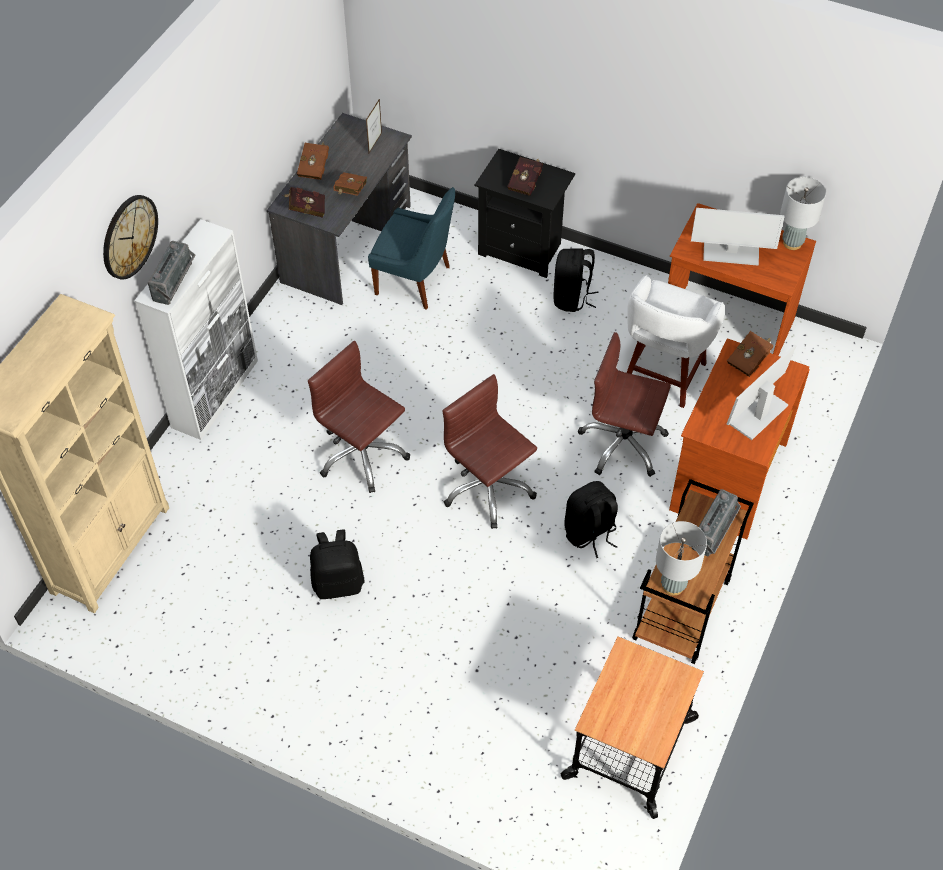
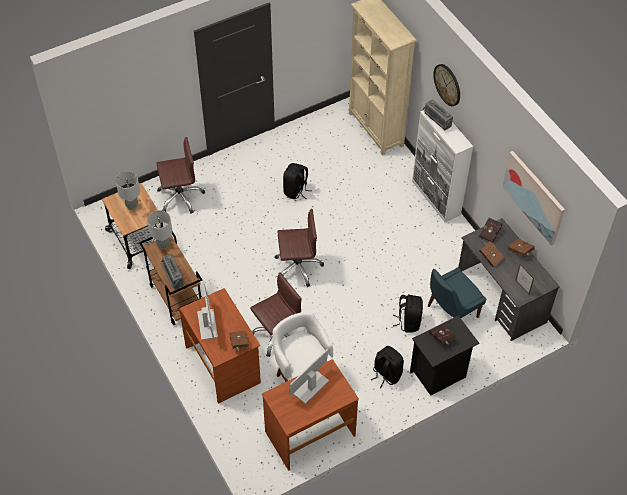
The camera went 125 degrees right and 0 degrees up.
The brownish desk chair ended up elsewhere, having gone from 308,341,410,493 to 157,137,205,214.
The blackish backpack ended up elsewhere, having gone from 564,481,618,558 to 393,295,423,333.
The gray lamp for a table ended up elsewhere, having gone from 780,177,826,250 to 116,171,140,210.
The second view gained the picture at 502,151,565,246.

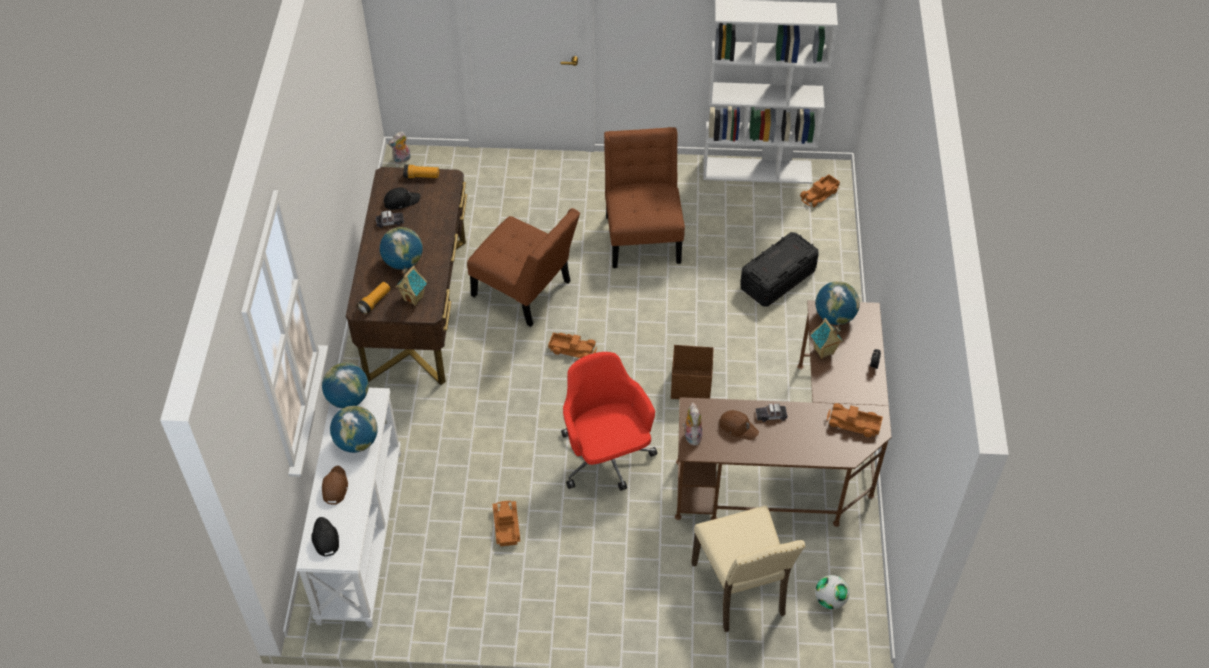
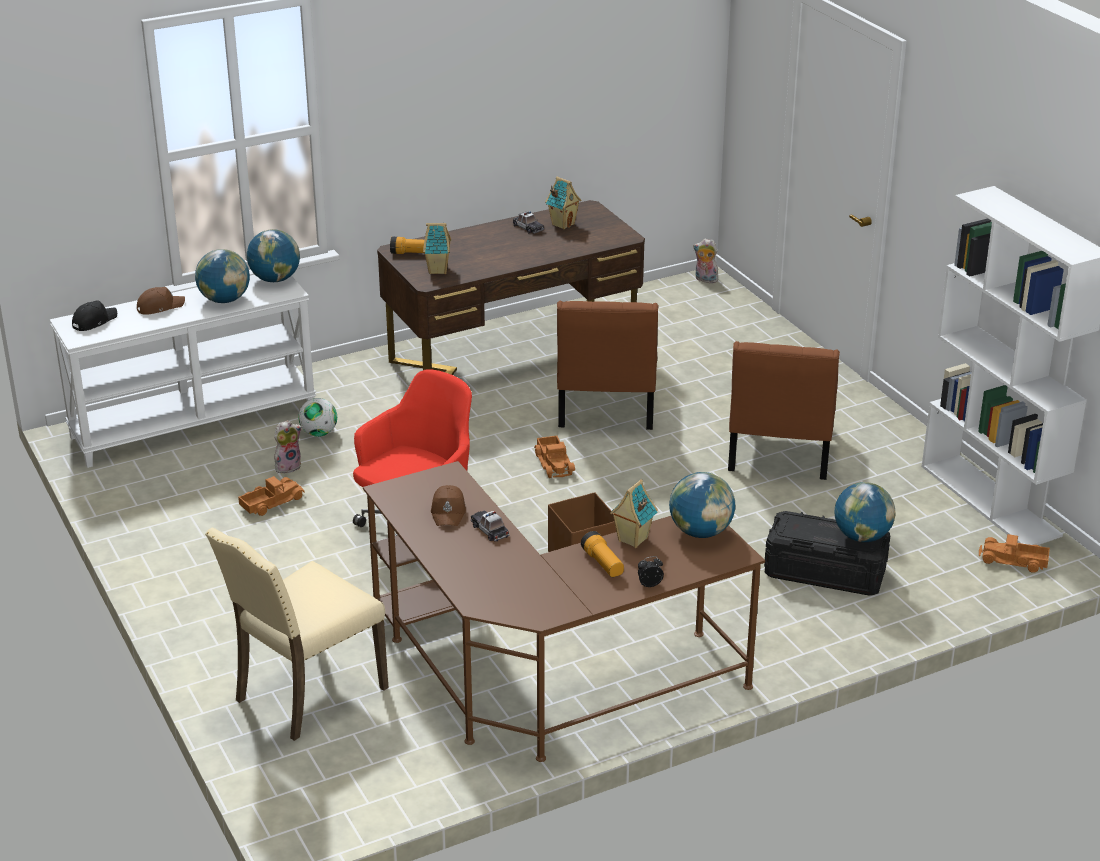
The camera went 60 degrees right and 20 degrees down.
The desk globe ended up elsewhere, having gone from 380,227,423,270 to 835,482,895,542.
Where the blackish peaked cap stood at 384,187,420,210, the toy house came to stand at 545,177,582,229.
The flashlight ended up elsewhere, having gone from 403,164,439,178 to 581,531,624,577.
The brownish plain chair at 604,127,685,268 ended up facing another way, 135 degrees clockwise from before.
The soft toy ended up elsewhere, having gone from 682,402,702,446 to 274,420,302,473.
The football ball ended up elsewhere, having gone from 815,575,849,609 to 299,398,337,437.
The second view lost the toy lorry at 827,403,883,437.

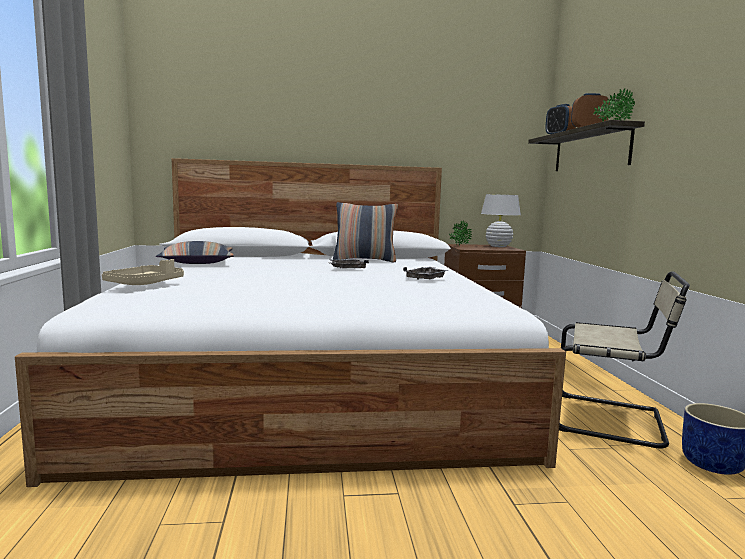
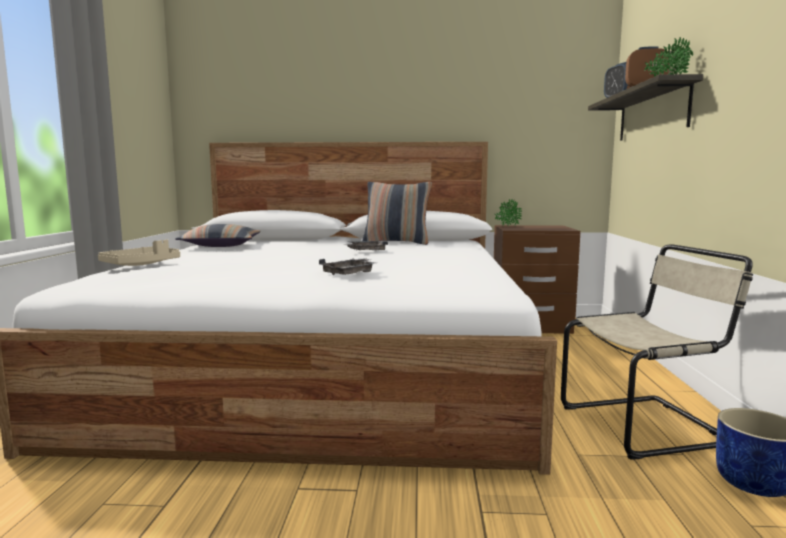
The camera went 10 degrees right and 0 degrees up.
The gray tray ended up elsewhere, having gone from 403,267,448,280 to 319,258,375,275.
The second view lost the white-coloured lamp for a table at 481,194,521,247.
The sand-coloured plain chair at 559,271,690,449 ended up facing another way, 45 degrees counterclockwise from before.

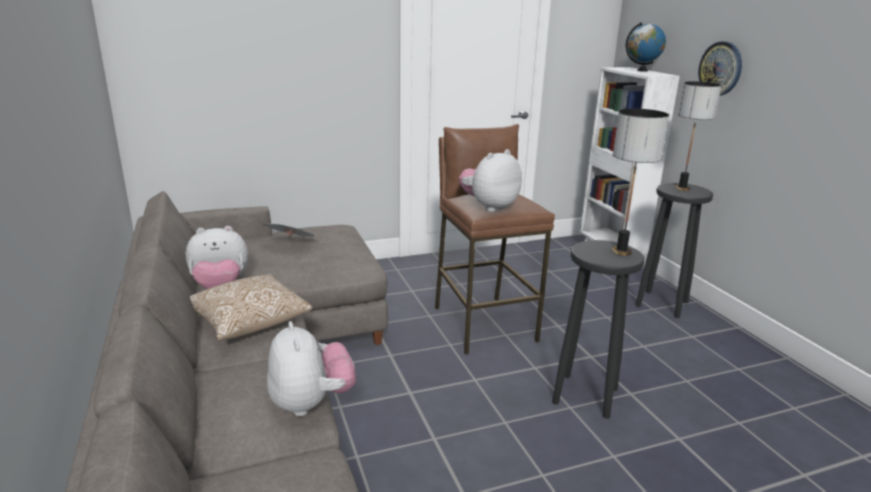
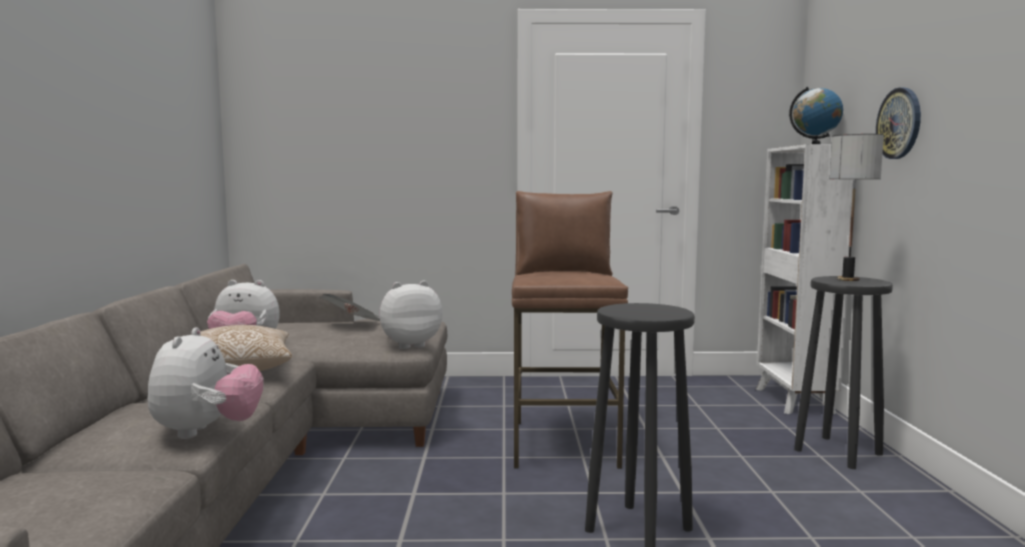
The camera went 20 degrees right and 15 degrees down.
The soft toy ended up elsewhere, having gone from 459,149,522,212 to 379,280,443,349.
The second view lost the lamp for a table at 612,109,669,256.

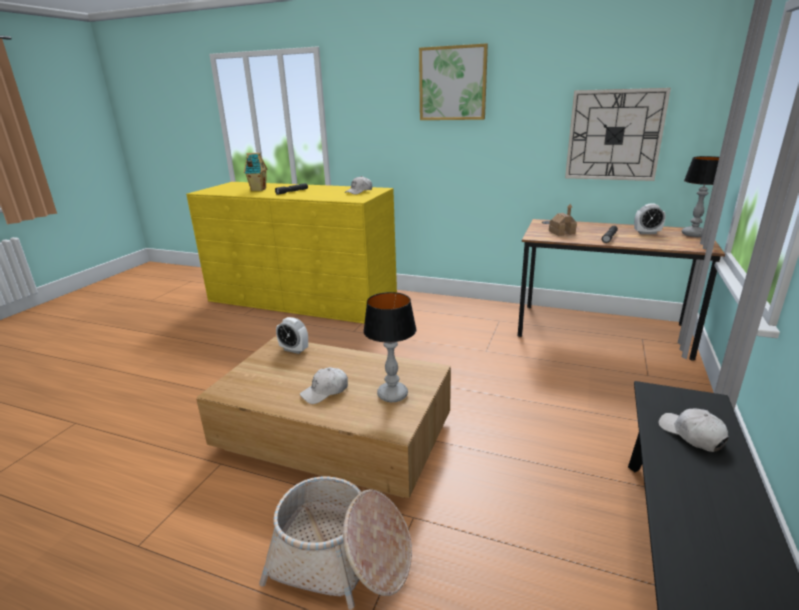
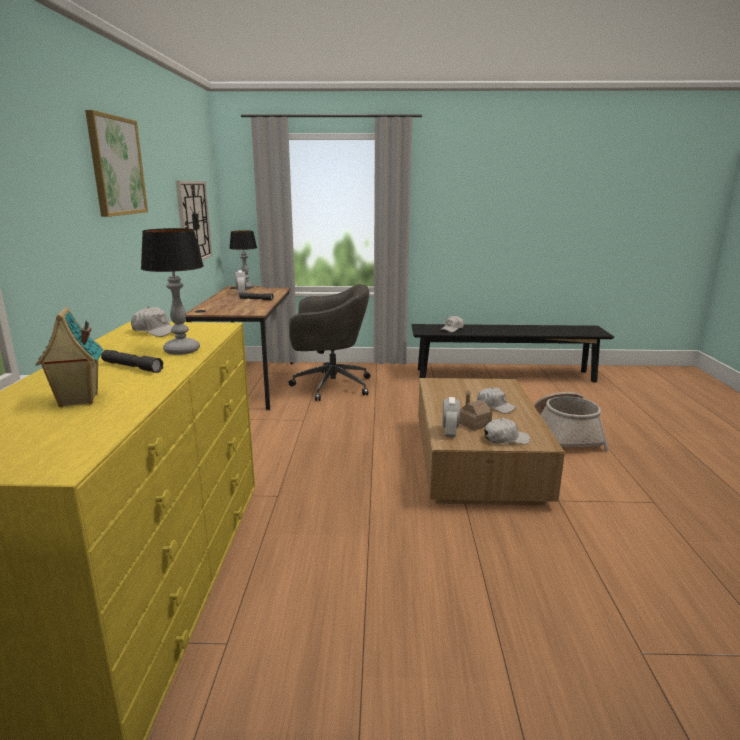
The camera went 110 degrees left and 5 degrees down.
The lamp for a table ended up elsewhere, having gone from 363,292,417,402 to 141,228,204,355.
The toy house ended up elsewhere, having gone from 549,204,577,236 to 459,389,492,431.
The second view gained the gray desk chair at 288,284,371,401.
The second view gained the white-coloured peaked cap at 484,418,530,444.

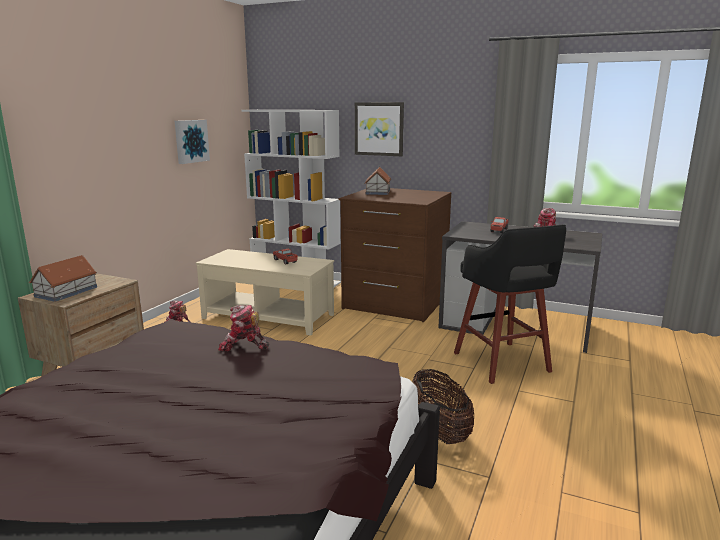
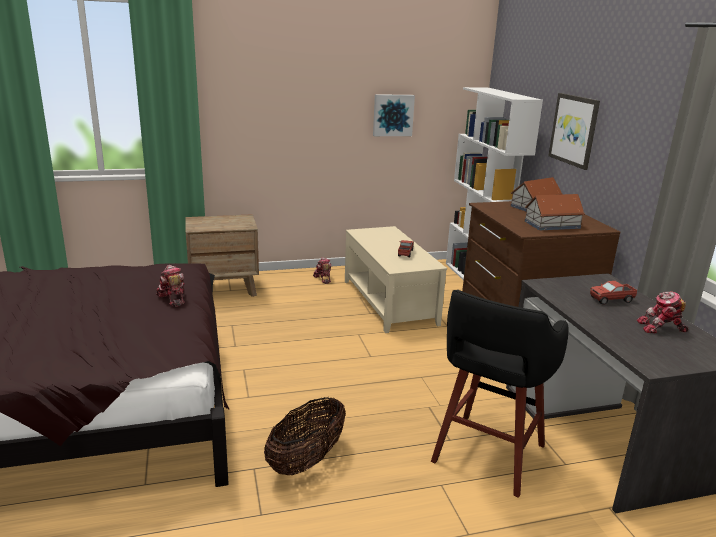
The camera went 50 degrees right and 5 degrees up.
The toy house ended up elsewhere, having gone from 29,255,97,302 to 525,194,585,230.

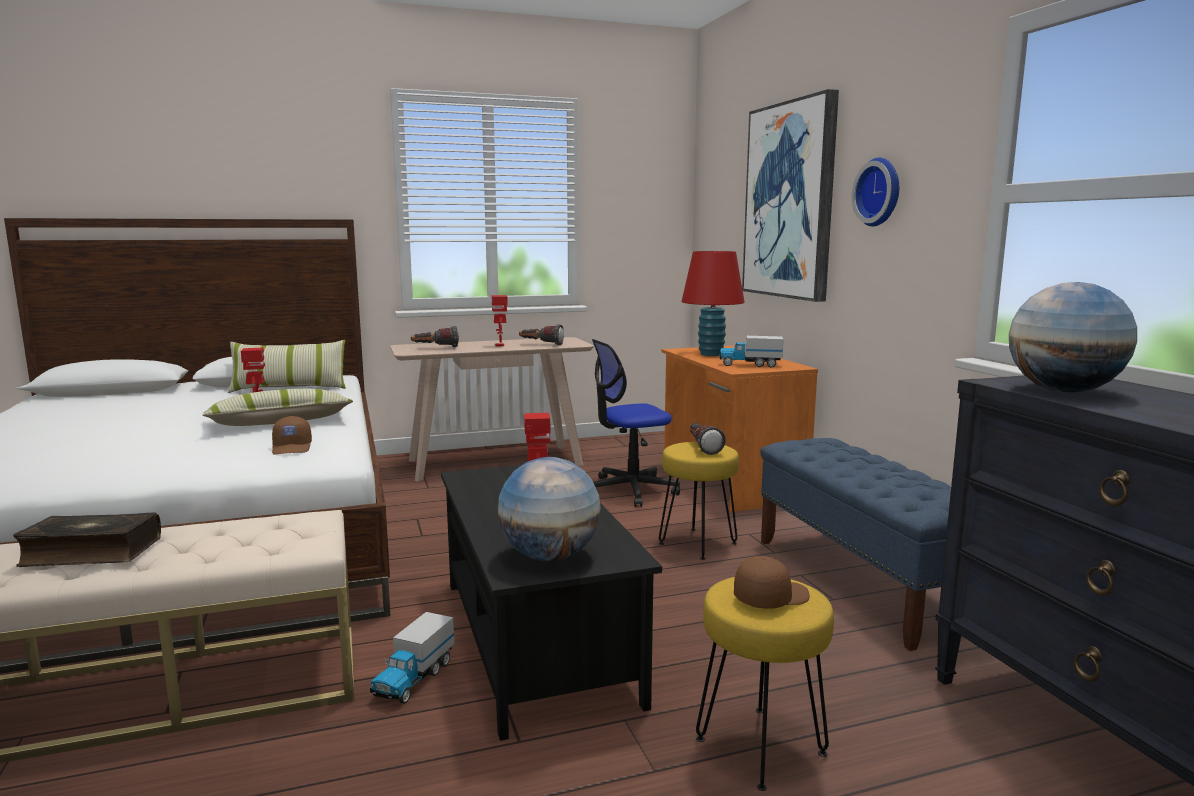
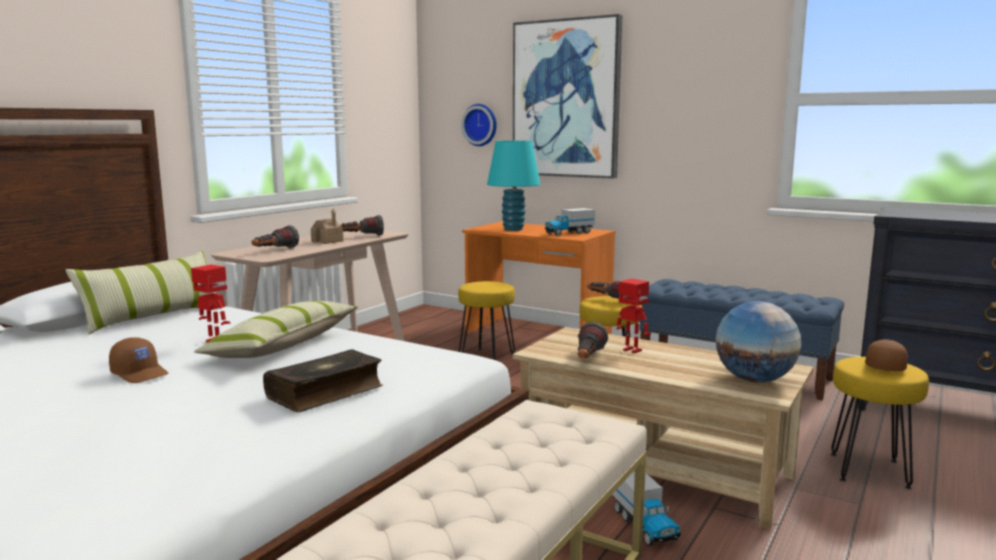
The camera went 40 degrees left and 0 degrees up.
The volume ended up elsewhere, having gone from 13,512,161,567 to 263,349,383,412.
The brownish peaked cap ended up elsewhere, having gone from 272,416,312,455 to 109,337,169,383.
What was the blackish low table at 441,465,662,741 turned into the sand-coloured low table at 513,327,814,530.
Where the toy robot stood at 491,295,508,347, the toy house came to stand at 311,208,344,244.
Where the desk chair stood at 592,339,680,507, the yellow stool seat came to stand at 458,281,515,360.
What was the red lamp for a table at 681,251,745,356 turned into the turquoise lamp for a table at 487,141,541,231.
The wall clock ended up elsewhere, having gone from 852,158,899,226 to 461,104,497,146.
The second view lost the desk globe at 1009,282,1137,393.
The second view gained the flashlight at 578,322,608,358.

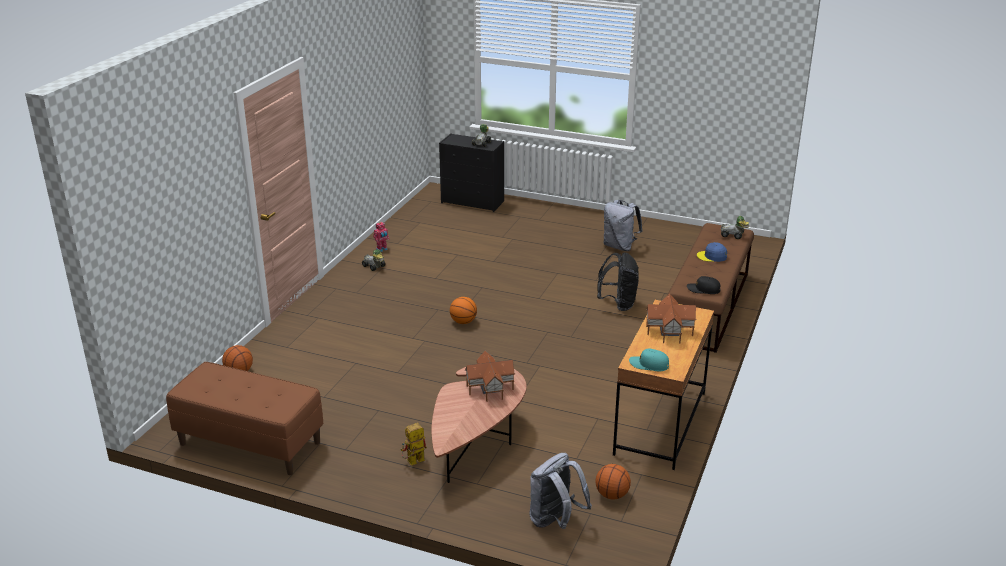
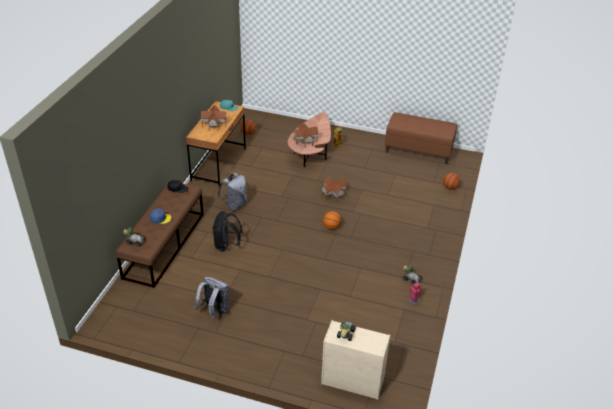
The camera went 175 degrees right and 10 degrees up.
What was the blackish dresser at 439,133,504,212 turned into the sand-coloured dresser at 321,320,390,400.
The gray backpack ended up elsewhere, having gone from 530,453,592,529 to 217,173,247,211.
The second view gained the toy house at 322,176,347,202.

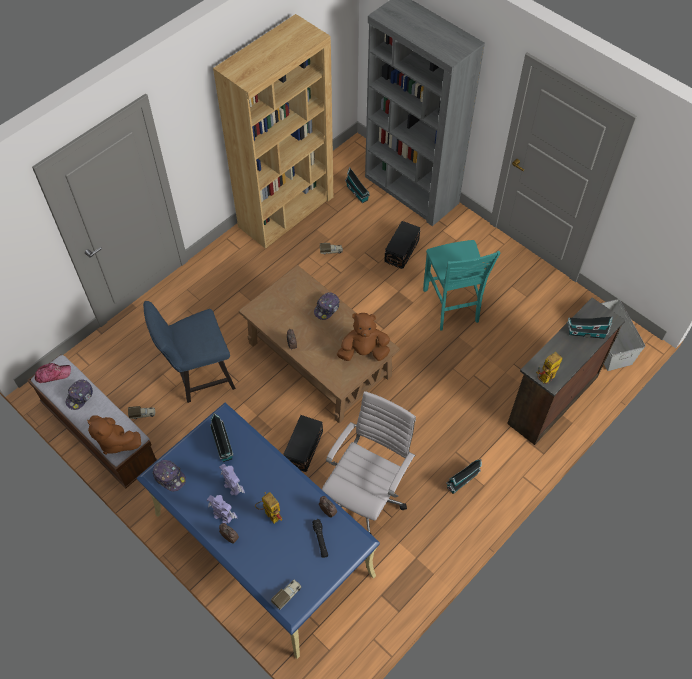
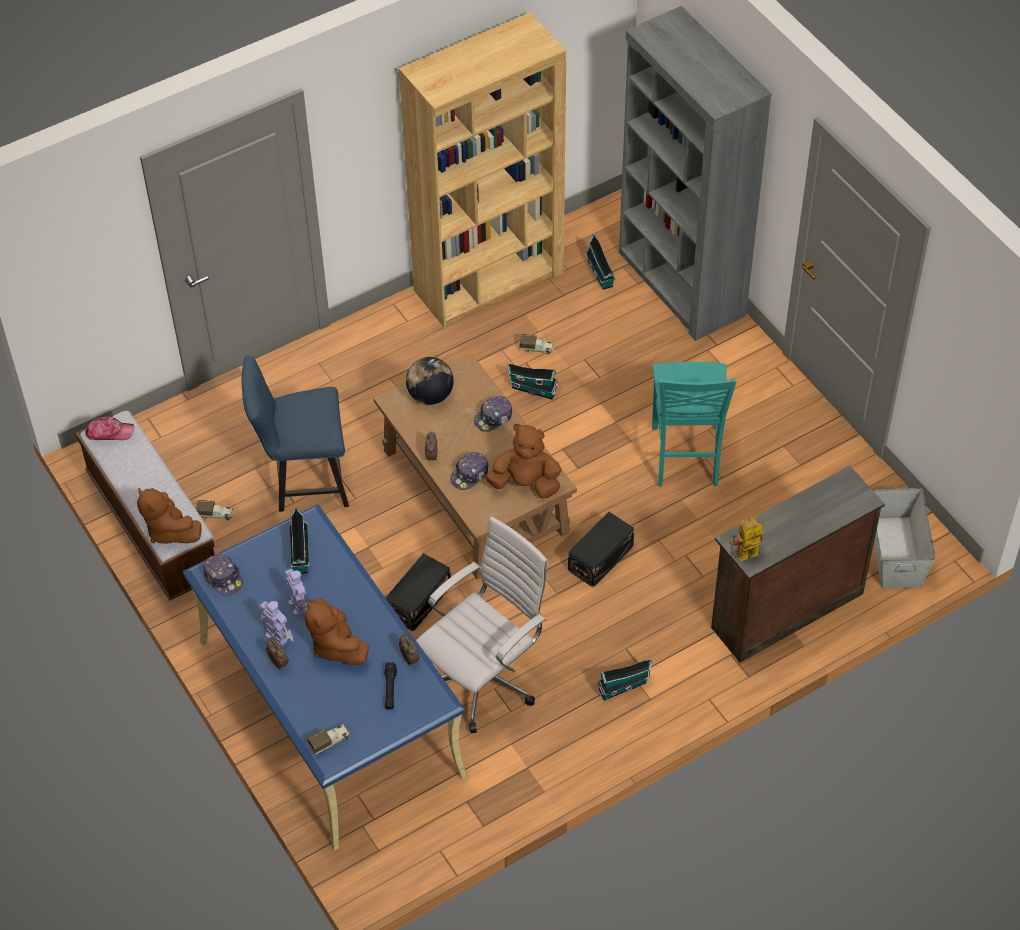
The camera went 15 degrees right and 5 degrees down.
The peaked cap ended up elsewhere, having gone from 66,379,93,410 to 450,452,488,490.
Where the toy robot stood at 255,492,283,524, the brownish soft toy came to stand at 304,598,369,665.
The blackish storage container ended up elsewhere, having gone from 384,221,421,269 to 568,512,634,588.
The toy house ended up elsewhere, having gone from 567,316,613,339 to 508,363,558,400.
The second view gained the desk globe at 406,357,454,405.

